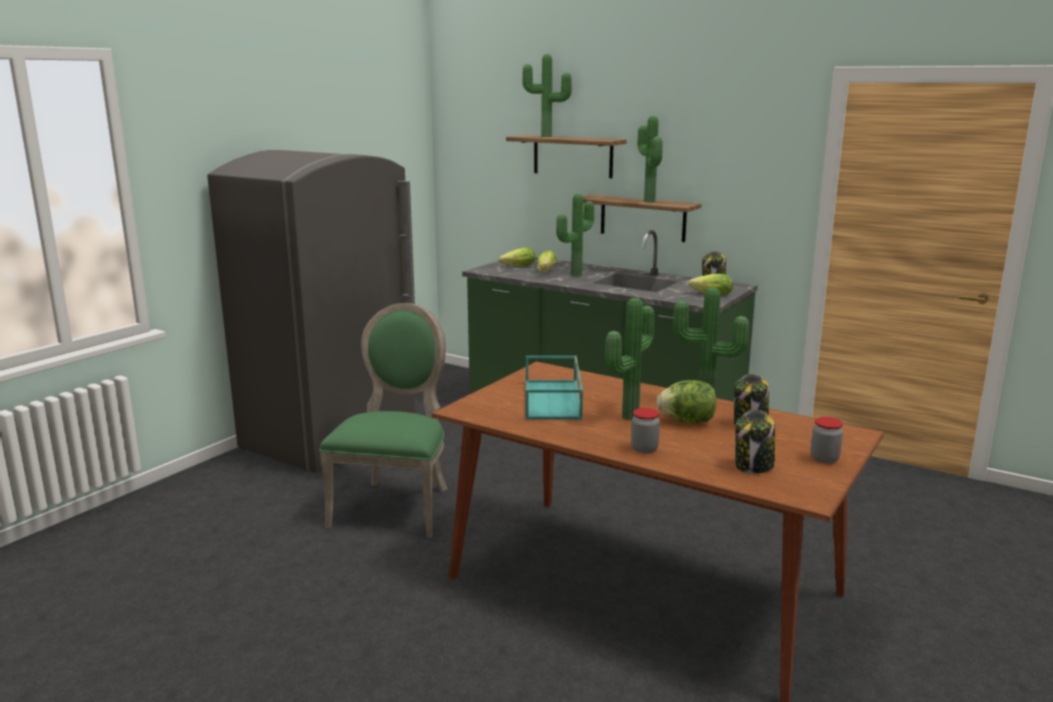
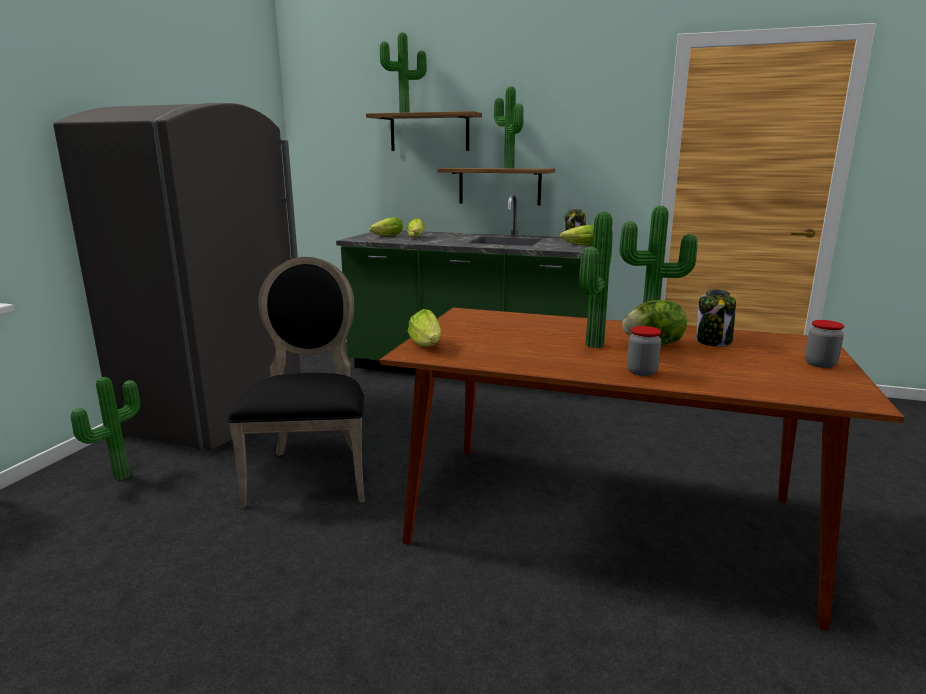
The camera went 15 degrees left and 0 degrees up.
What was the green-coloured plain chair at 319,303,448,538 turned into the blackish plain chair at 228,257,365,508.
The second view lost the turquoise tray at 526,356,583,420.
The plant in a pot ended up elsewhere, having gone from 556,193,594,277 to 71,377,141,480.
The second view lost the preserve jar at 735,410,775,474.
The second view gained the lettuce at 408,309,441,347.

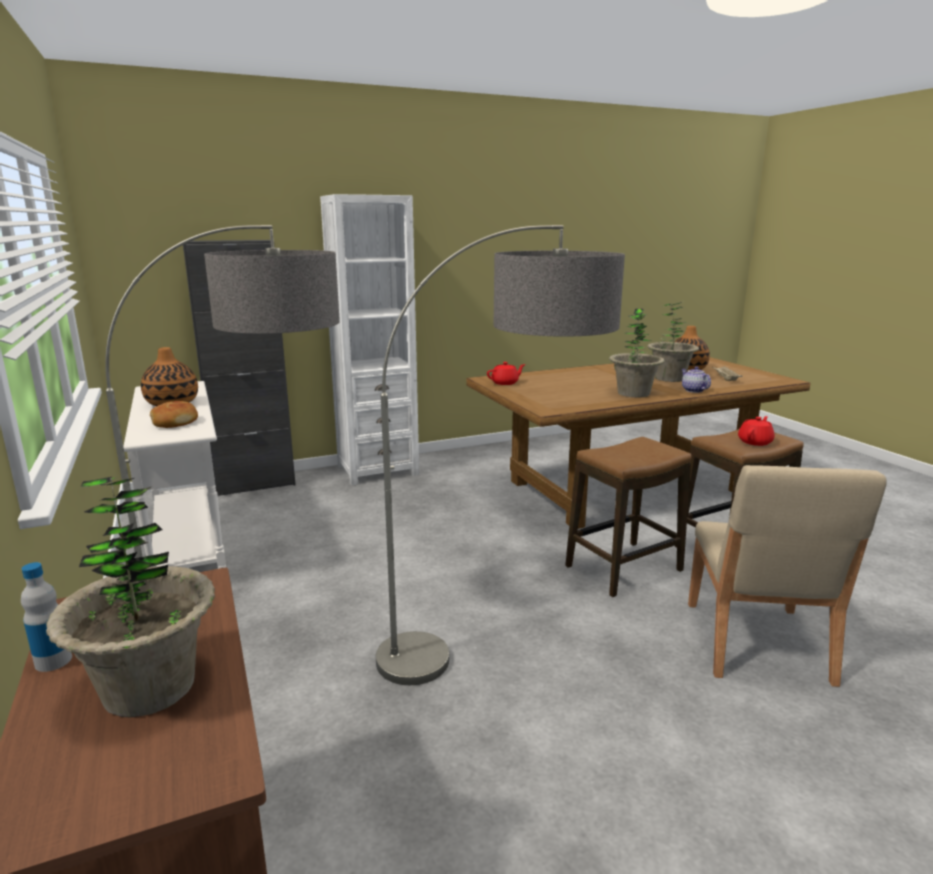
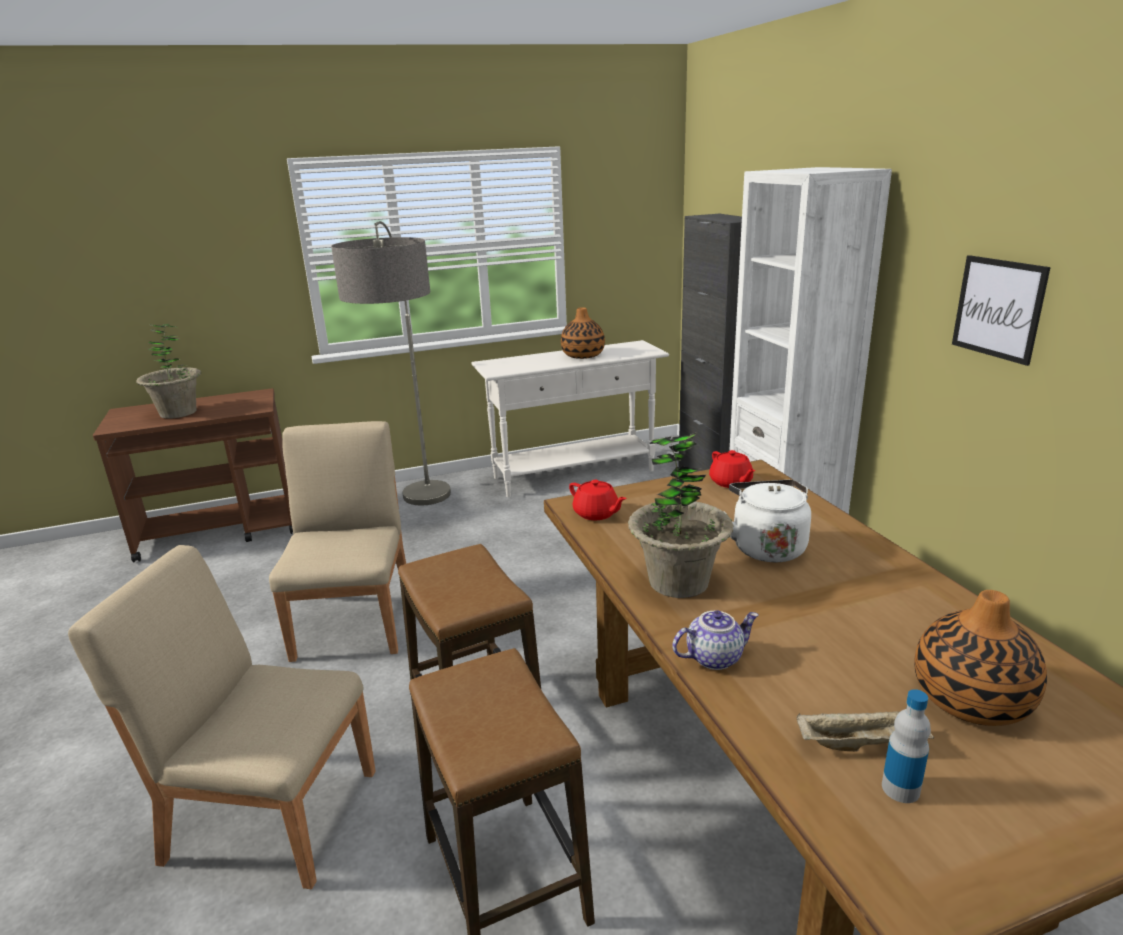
The camera went 95 degrees right and 5 degrees up.
The drink bottle ended up elsewhere, having gone from 21,562,72,672 to 882,689,931,803.
The second view lost the bakery bread at 150,401,198,428.
Where the floor lamp stood at 376,225,625,685, the sand-coloured plain chair came to stand at 269,421,406,662.
The second view lost the plant in a pot at 648,301,699,382.
The red pot for tea ended up elsewhere, having gone from 738,416,775,446 to 569,480,627,520.
The second view gained the white-coloured tea kettle at 723,480,811,562.
The second view gained the picture at 952,255,1051,366.

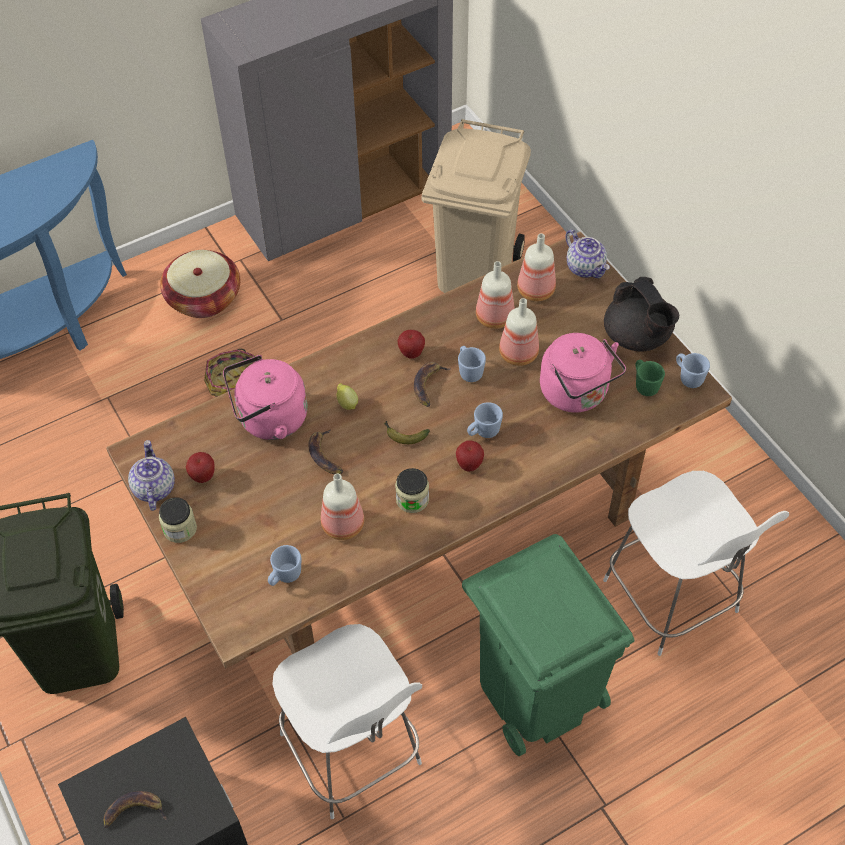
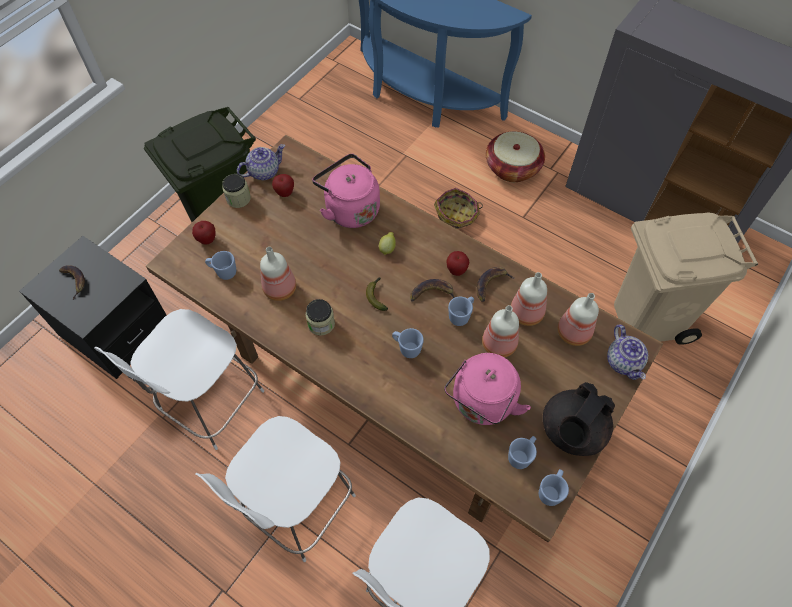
The camera went 65 degrees right and 5 degrees up.
The banana fruit ended up elsewhere, having gone from 308,430,343,474 to 476,267,515,302.
The whole apple ended up elsewhere, having gone from 456,440,484,472 to 192,221,215,244.
Where the green-coloured trash can stood at 462,534,635,756, the white-coloured plain chair came to stand at 195,416,356,562.
The pot for tea at 566,230,610,278 ended up facing another way, 45 degrees counterclockwise from before.
What was the green-coloured coffee mug at 636,360,665,396 turned into the blue-coloured coffee mug at 508,436,537,469.

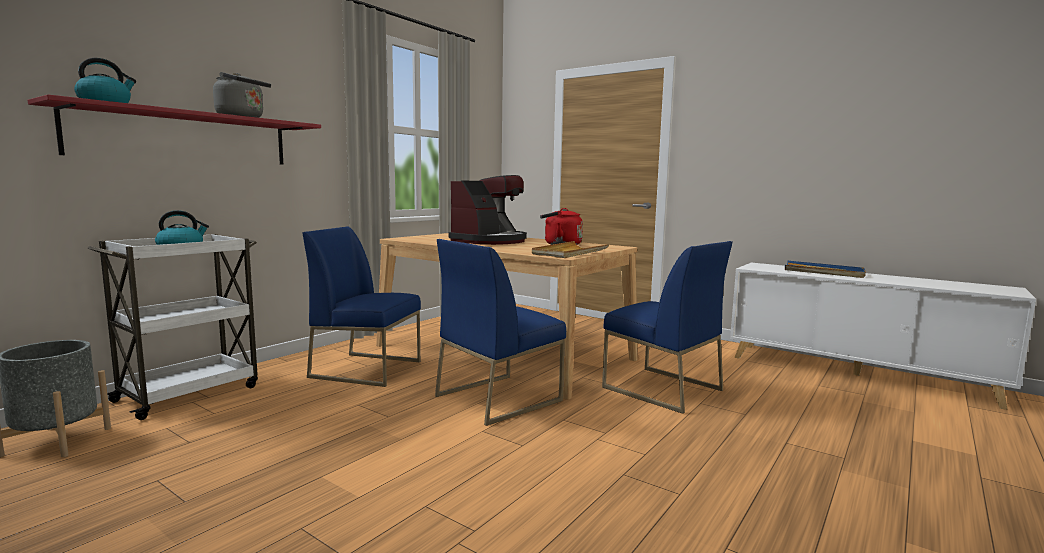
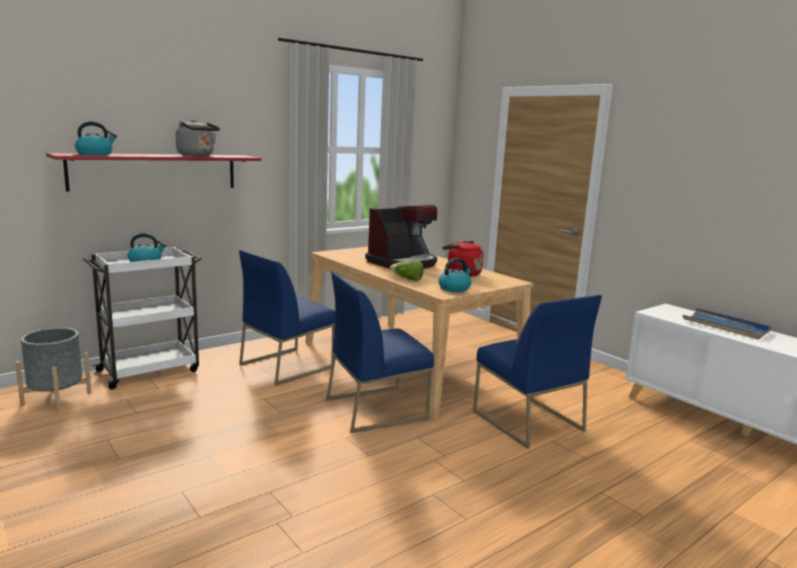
The camera went 15 degrees right and 5 degrees up.
The blue-coloured plain chair at 302,226,421,387 ended up facing another way, 75 degrees counterclockwise from before.
Where the sand-coloured tray stood at 532,241,610,258, the tea kettle came to stand at 438,258,472,292.
The second view gained the lettuce at 390,260,424,281.

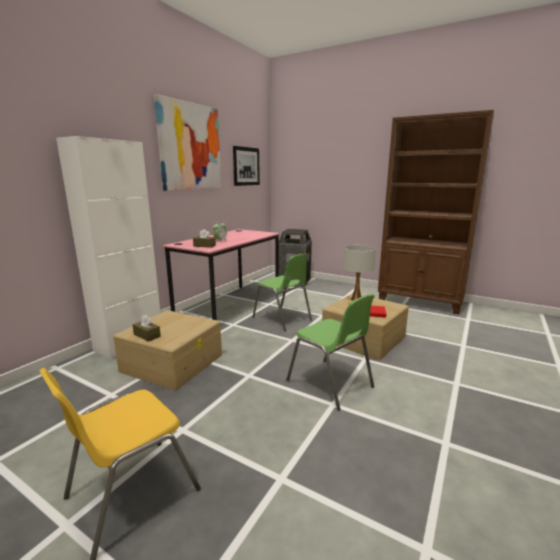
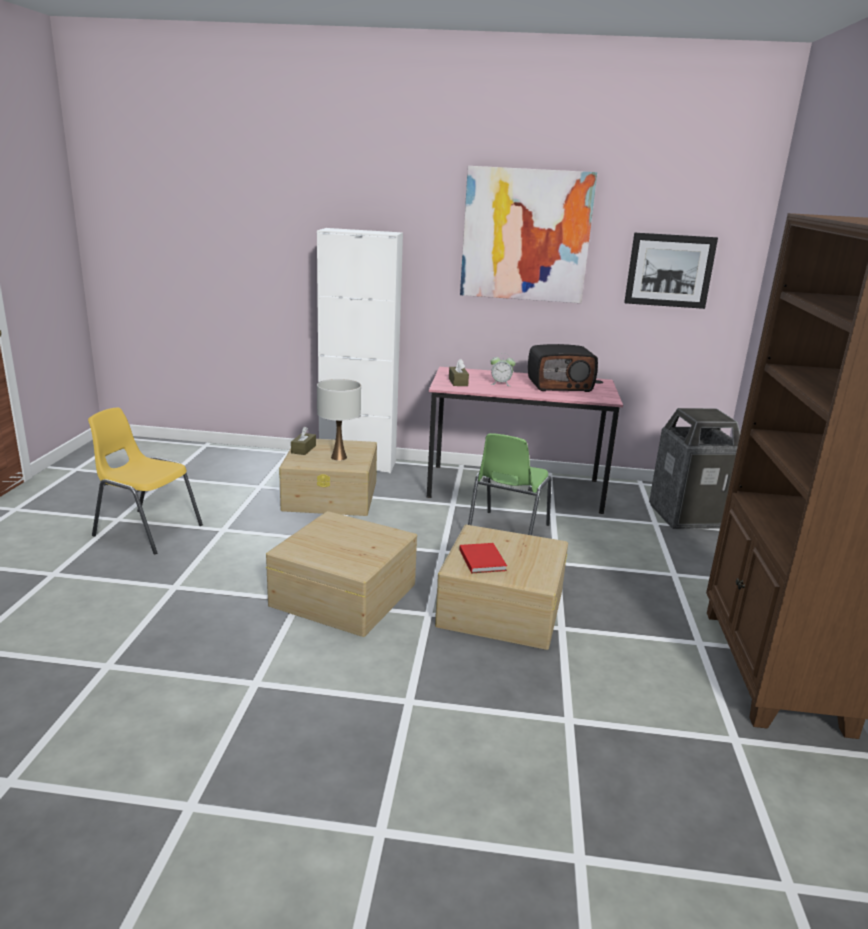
The camera went 65 degrees right and 5 degrees up.
Where the green-coloured plain chair stood at 286,294,375,411, the sand-coloured storage container came to stand at 265,511,417,637.
The white-coloured lamp for a table ended up elsewhere, having gone from 343,245,376,301 to 317,379,361,461.
The second view gained the radio set at 528,344,598,392.

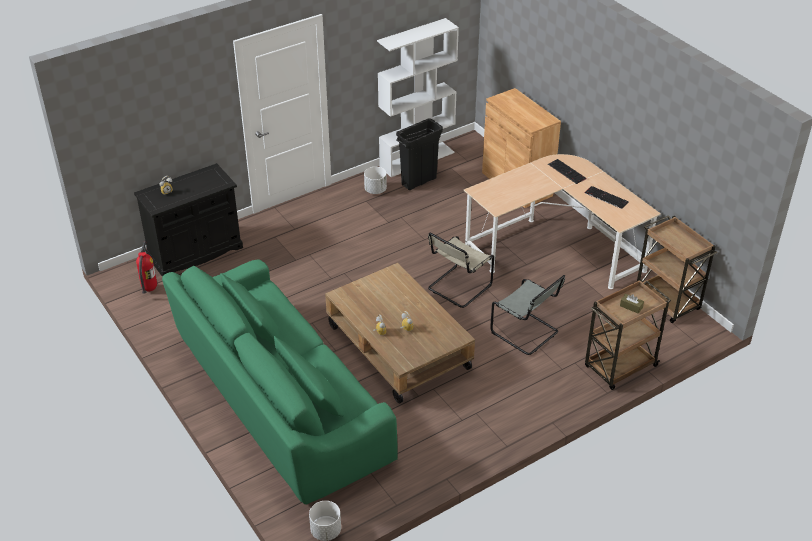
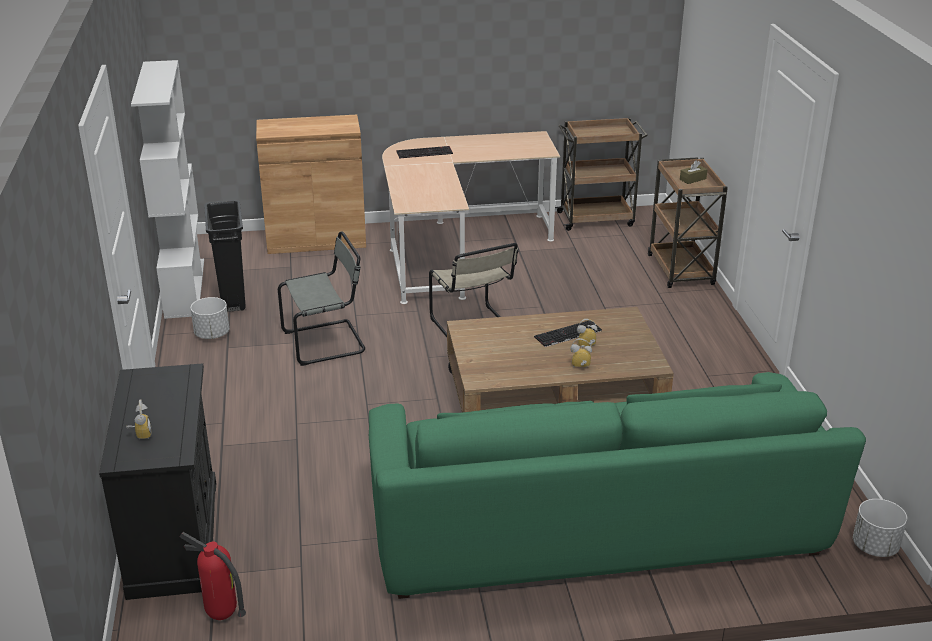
The camera went 65 degrees left and 10 degrees down.
The gray plain chair ended up elsewhere, having gone from 490,275,565,355 to 278,231,365,366.
The PC keyboard ended up elsewhere, having gone from 585,186,629,209 to 534,321,602,347.

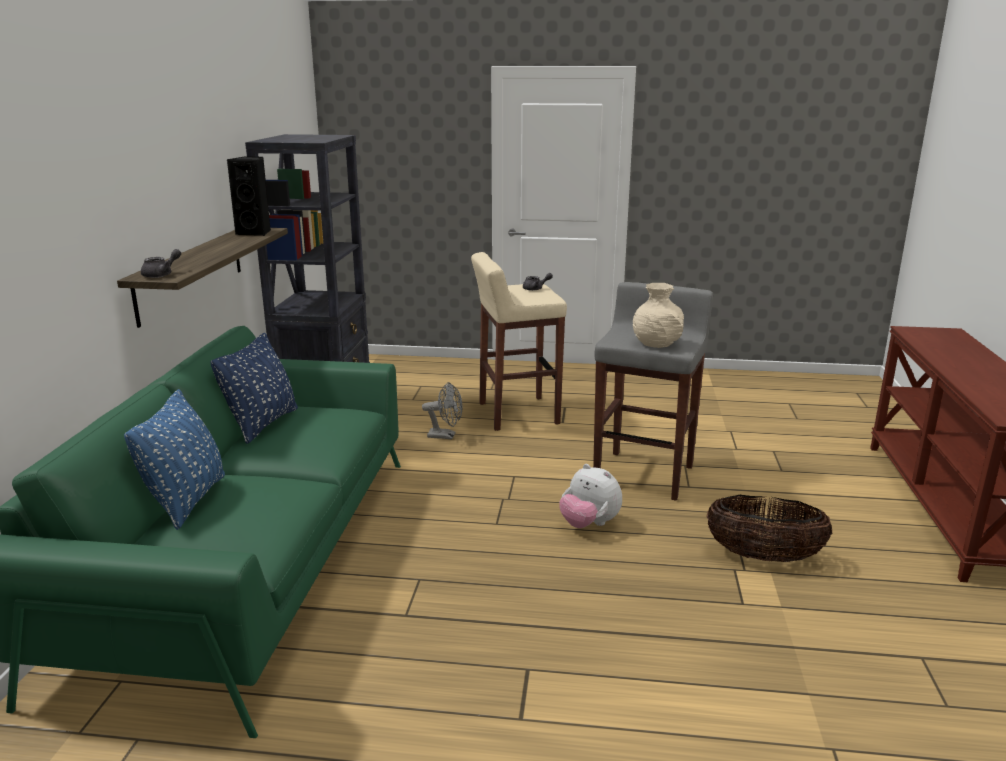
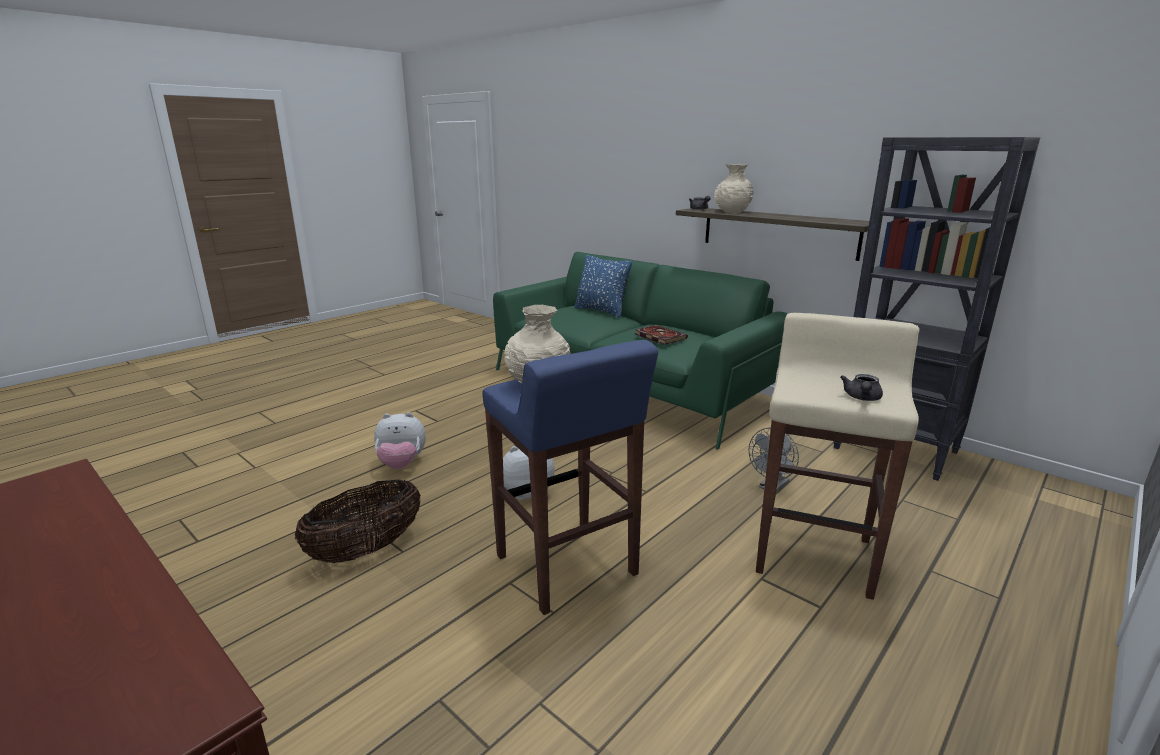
The camera went 125 degrees right and 0 degrees up.
The second view lost the blue-coloured cushion at 210,333,298,444.
The second view lost the blackish loudspeaker at 226,156,271,236.
What was the gray stool seat at 593,282,713,501 turned into the blue-coloured stool seat at 483,340,658,615.
The second view gained the soft toy at 374,412,426,469.
The second view gained the volume at 635,325,688,345.
The second view gained the sand-coloured flower vase at 714,164,754,213.

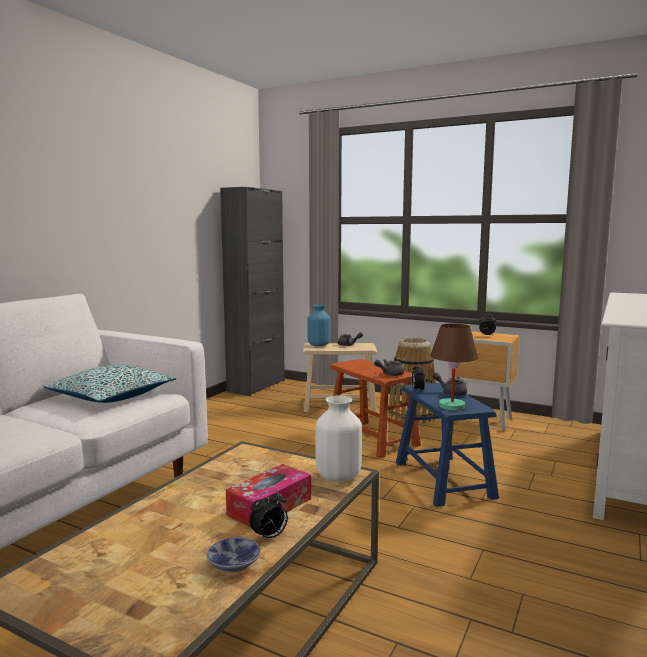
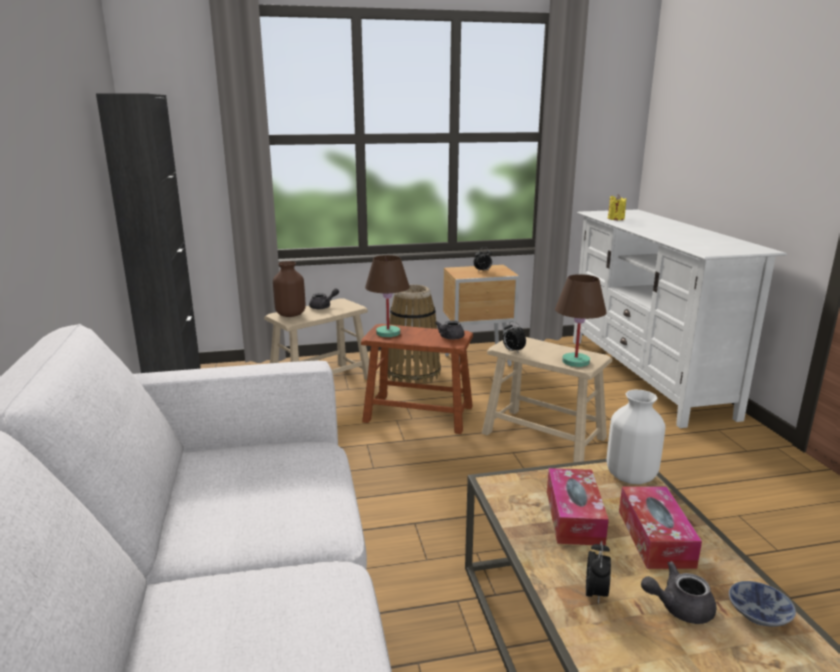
The camera went 40 degrees left and 10 degrees up.
The second view lost the cushion at 43,364,176,403.
The table clock ended up elsewhere, having gone from 249,490,288,542 to 586,541,611,604.
What was the blue-coloured flower vase at 307,305,330,346 turned into the brownish flower vase at 273,261,306,317.
What was the blue-coloured stool seat at 396,383,499,507 turned into the sand-coloured stool seat at 482,337,612,463.
The gray pot for tea ended up elsewhere, having gone from 433,372,467,396 to 641,561,716,624.
The second view gained the brownish lamp for a table at 365,255,410,337.
The second view gained the tissue box at 547,468,609,546.
The second view gained the yellow wax candle at 608,195,626,220.

